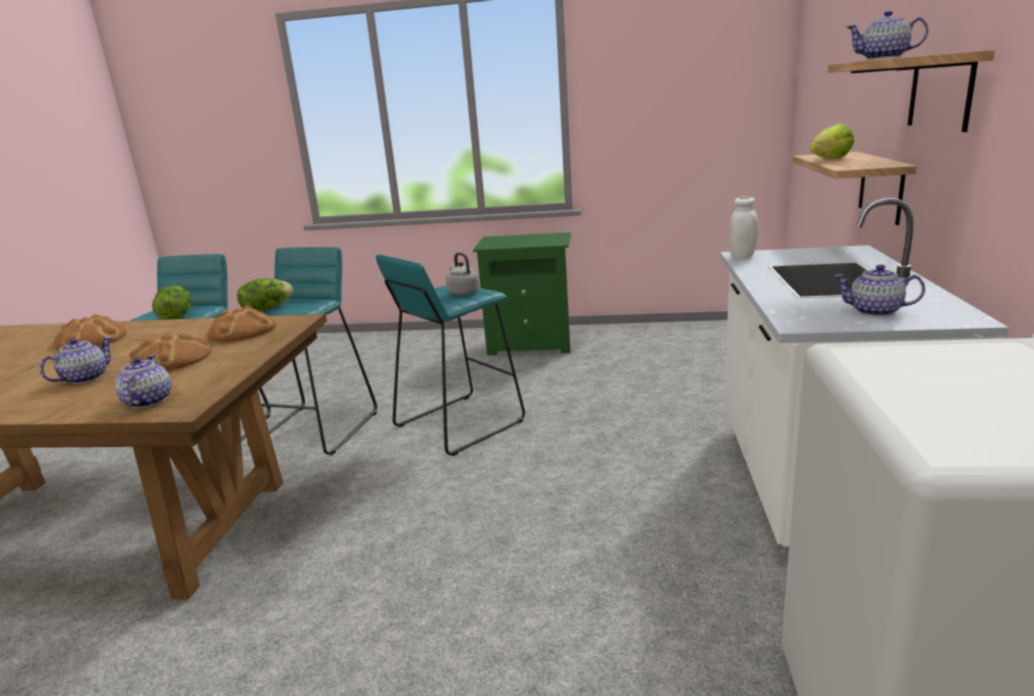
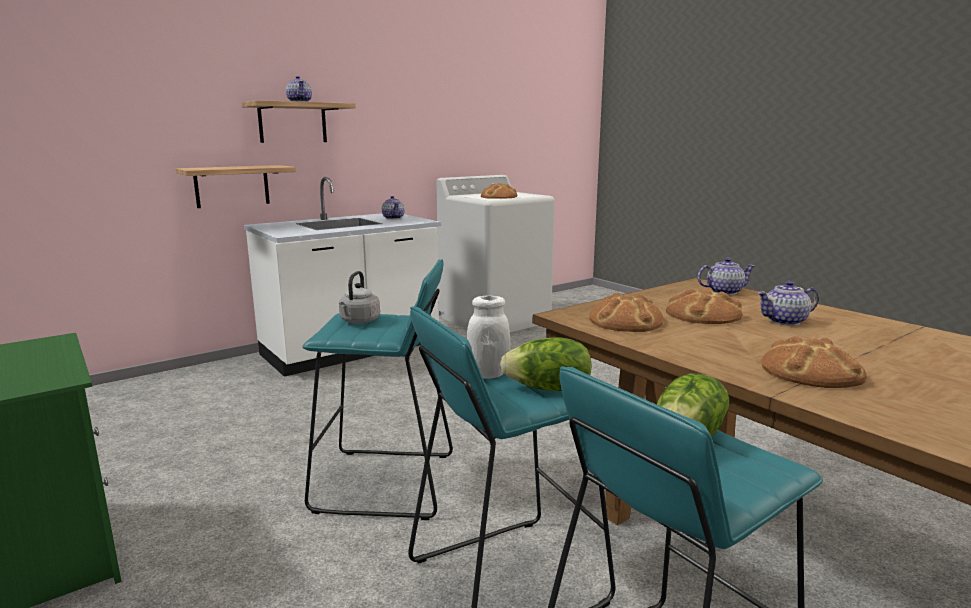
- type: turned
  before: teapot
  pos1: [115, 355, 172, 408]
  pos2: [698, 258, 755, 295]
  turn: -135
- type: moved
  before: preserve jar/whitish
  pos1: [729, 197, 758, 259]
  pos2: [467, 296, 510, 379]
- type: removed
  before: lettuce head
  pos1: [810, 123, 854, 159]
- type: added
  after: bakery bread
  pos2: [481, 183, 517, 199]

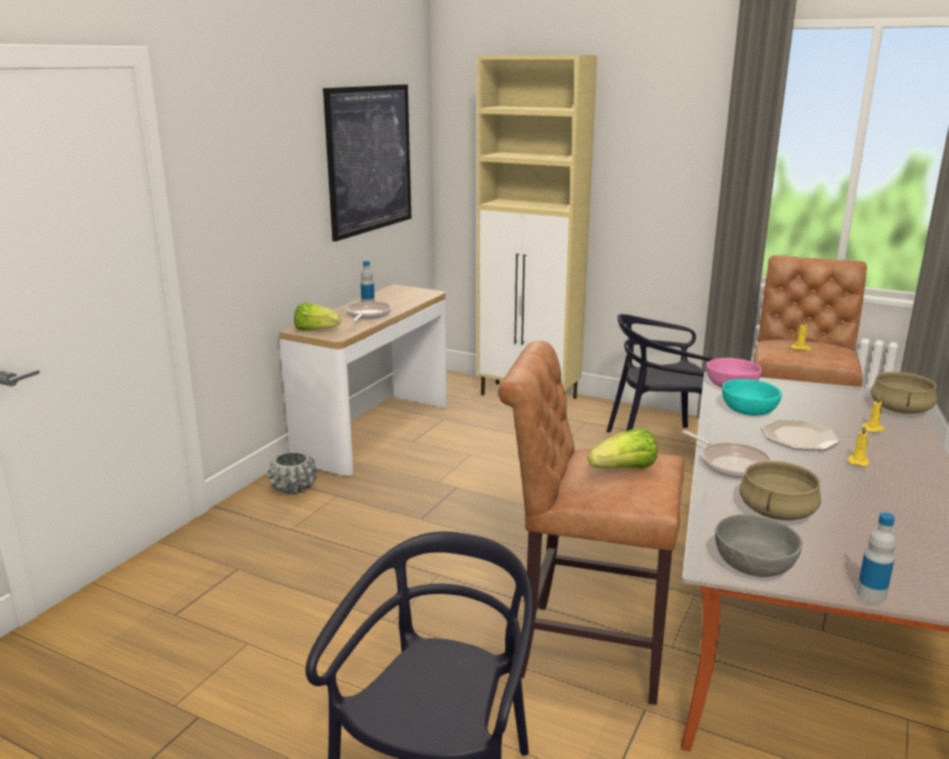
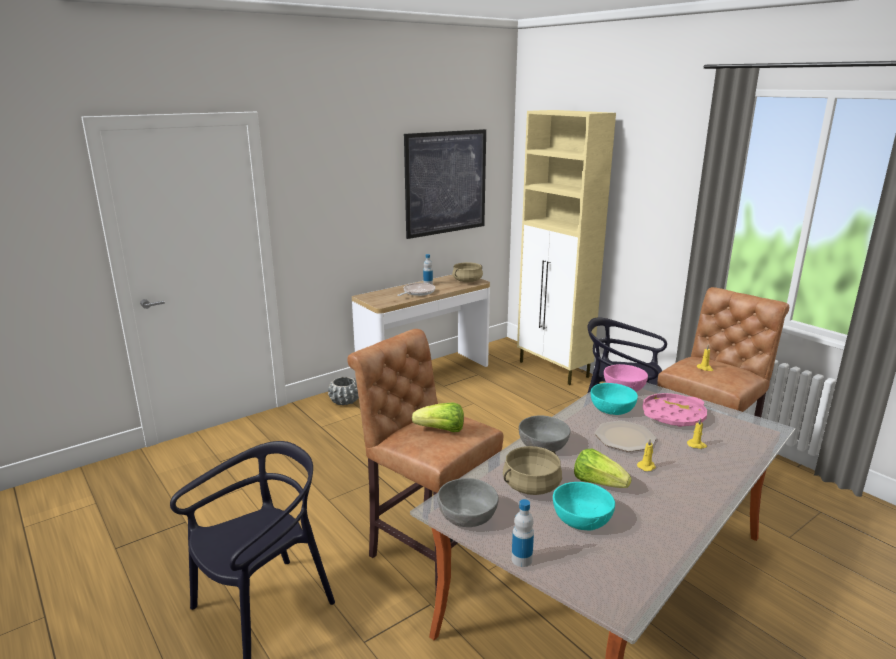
- type: moved
  before: lettuce head
  pos1: [294, 303, 341, 330]
  pos2: [574, 449, 632, 488]
- type: replaced
  before: skillet
  after: bowl/gray
  pos1: [682, 430, 772, 479]
  pos2: [519, 415, 570, 452]
- type: moved
  before: cooking pot/sand-coloured
  pos1: [871, 372, 937, 414]
  pos2: [452, 262, 483, 282]
- type: added
  after: bowl/turquoise-coloured
  pos2: [553, 482, 615, 531]
- type: added
  after: tray/pink
  pos2: [642, 393, 707, 427]

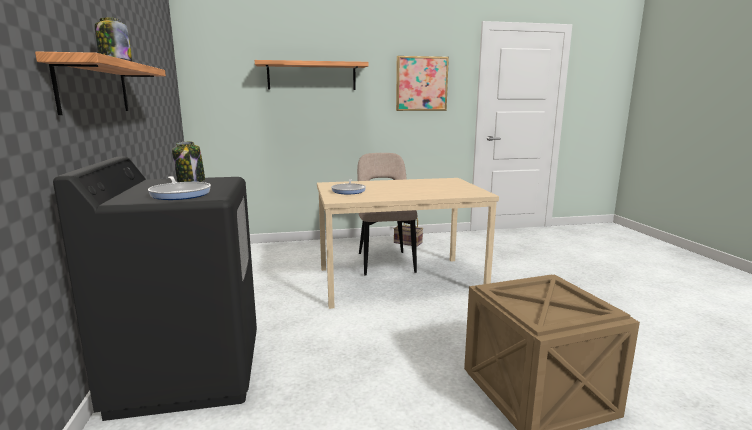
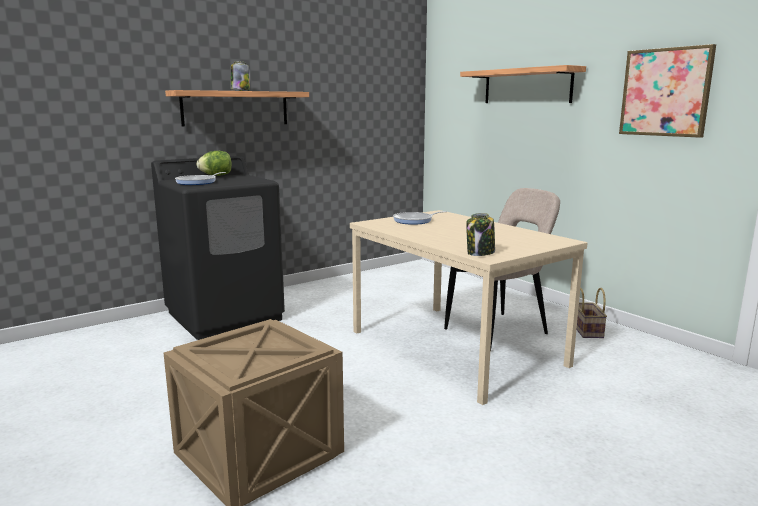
- type: moved
  before: preserve jar
  pos1: [172, 141, 205, 182]
  pos2: [466, 213, 495, 256]
- type: added
  after: lettuce head
  pos2: [196, 151, 232, 176]

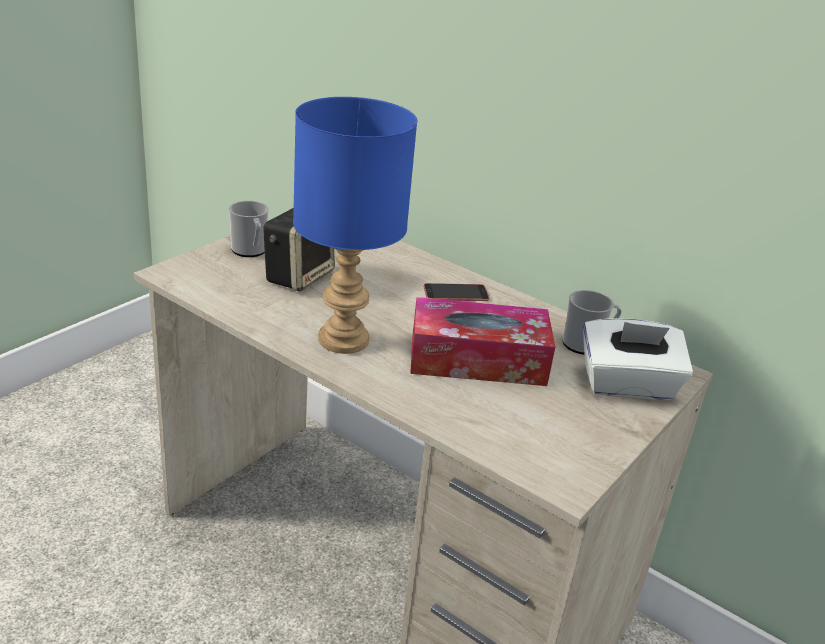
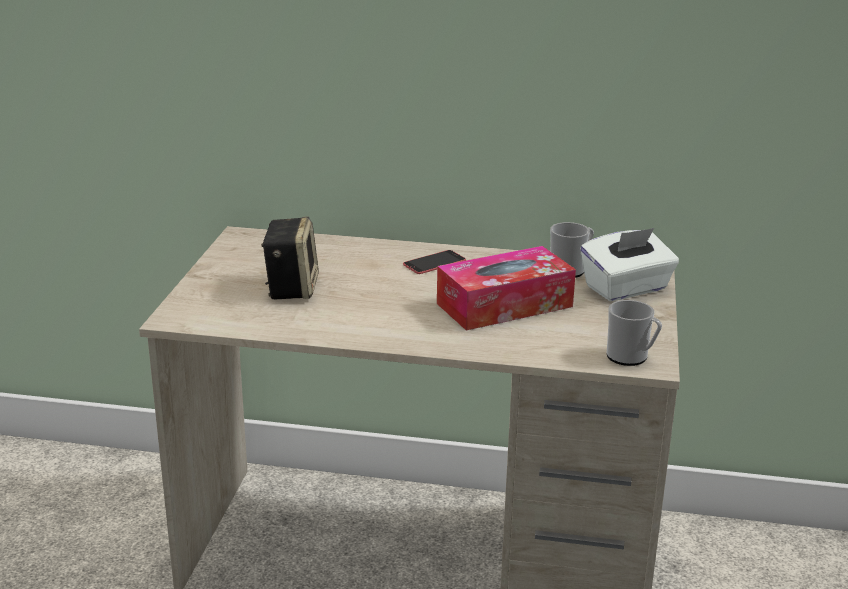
- type: moved
  before: coffee mug
  pos1: [229, 201, 269, 257]
  pos2: [606, 300, 662, 366]
- type: removed
  before: tabletop lamp/blue-coloured
  pos1: [293, 97, 417, 354]

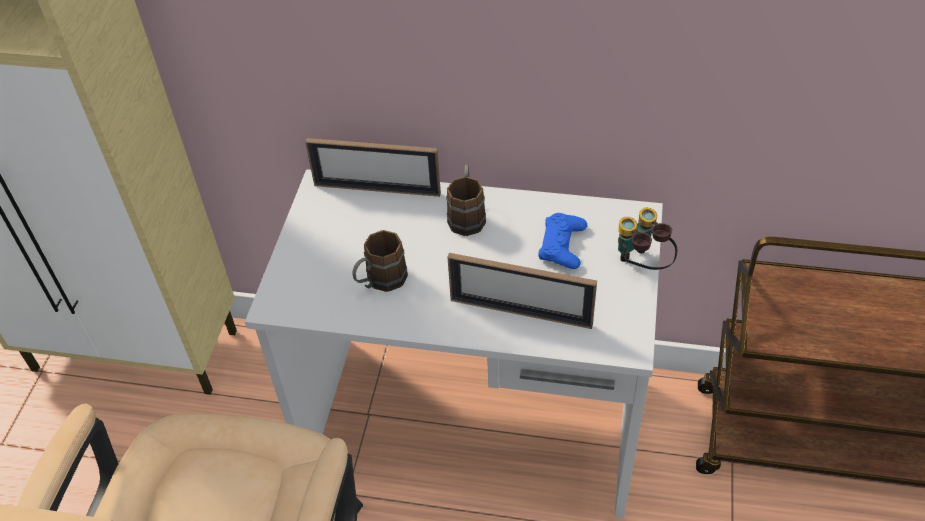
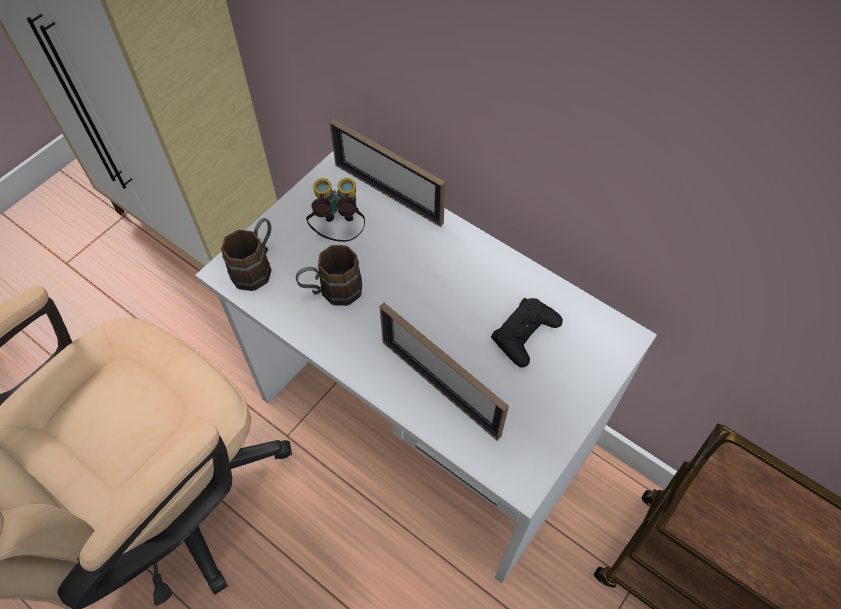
- type: moved
  before: coffee mug/brown-coloured
  pos1: [446, 165, 486, 236]
  pos2: [221, 218, 272, 291]
- type: recoloured
  before: joypad/blue-coloured
  after: joypad/black
  pos1: [539, 213, 587, 269]
  pos2: [491, 298, 563, 367]
- type: moved
  before: binoculars
  pos1: [618, 208, 678, 270]
  pos2: [306, 178, 365, 242]

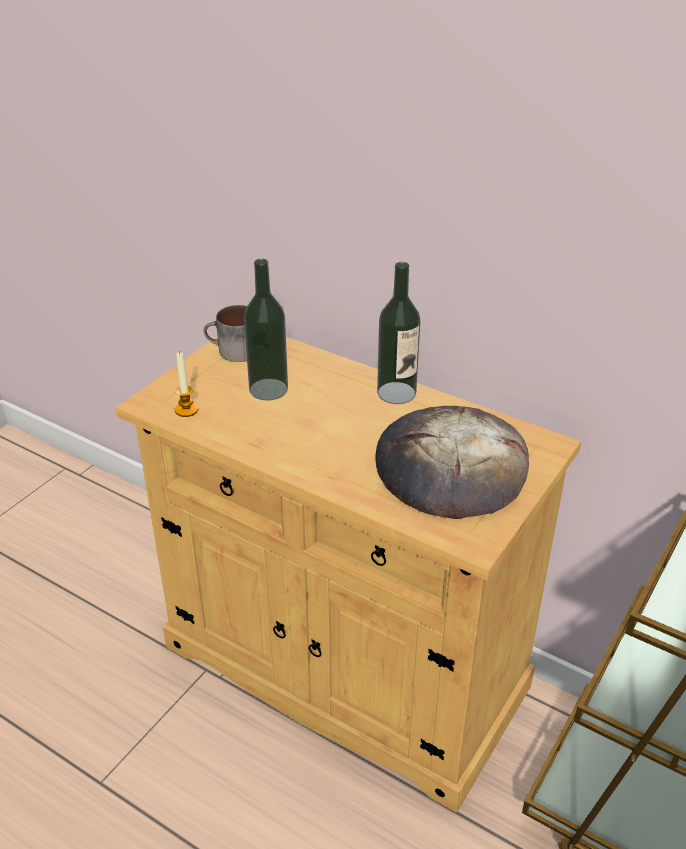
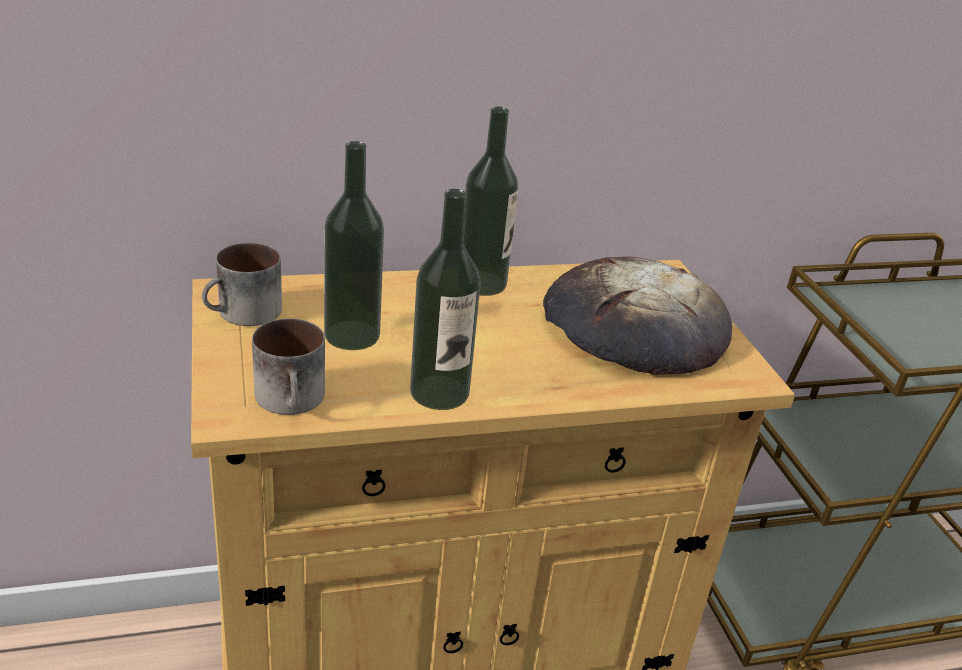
- type: replaced
  before: wax light
  after: coffee mug
  pos1: [175, 351, 198, 417]
  pos2: [252, 319, 325, 415]
- type: added
  after: beverage bottle
  pos2: [410, 189, 481, 410]

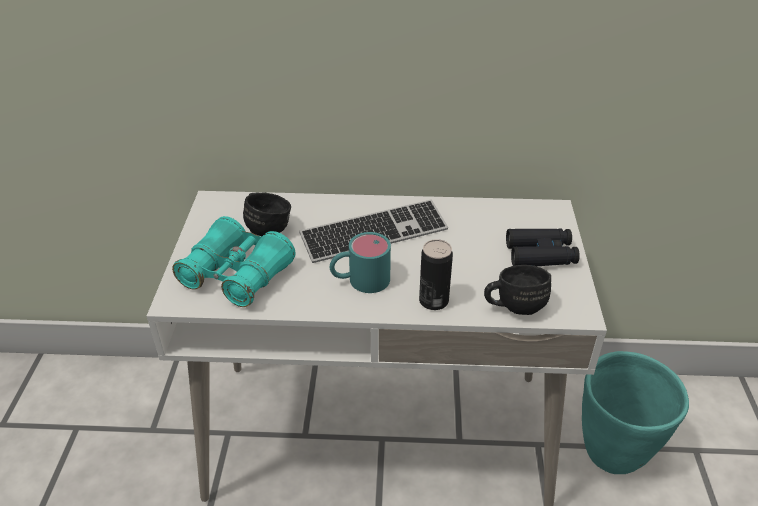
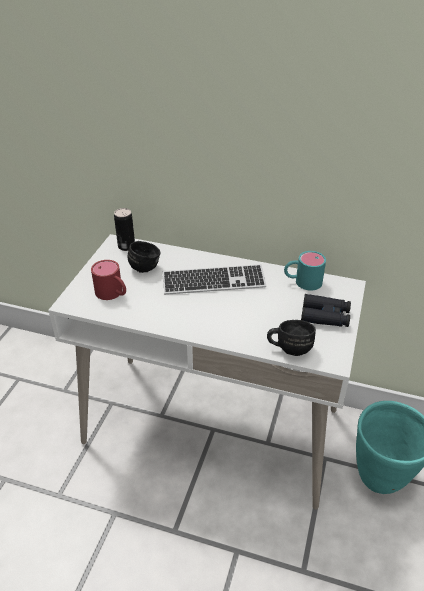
- type: replaced
  before: binoculars/turquoise-coloured
  after: coffee mug/red-coloured
  pos1: [172, 216, 295, 307]
  pos2: [91, 260, 126, 300]
- type: moved
  before: coffee mug/turquoise-coloured
  pos1: [330, 232, 391, 293]
  pos2: [284, 251, 326, 291]
- type: moved
  before: sealed can
  pos1: [419, 239, 453, 310]
  pos2: [114, 208, 135, 251]

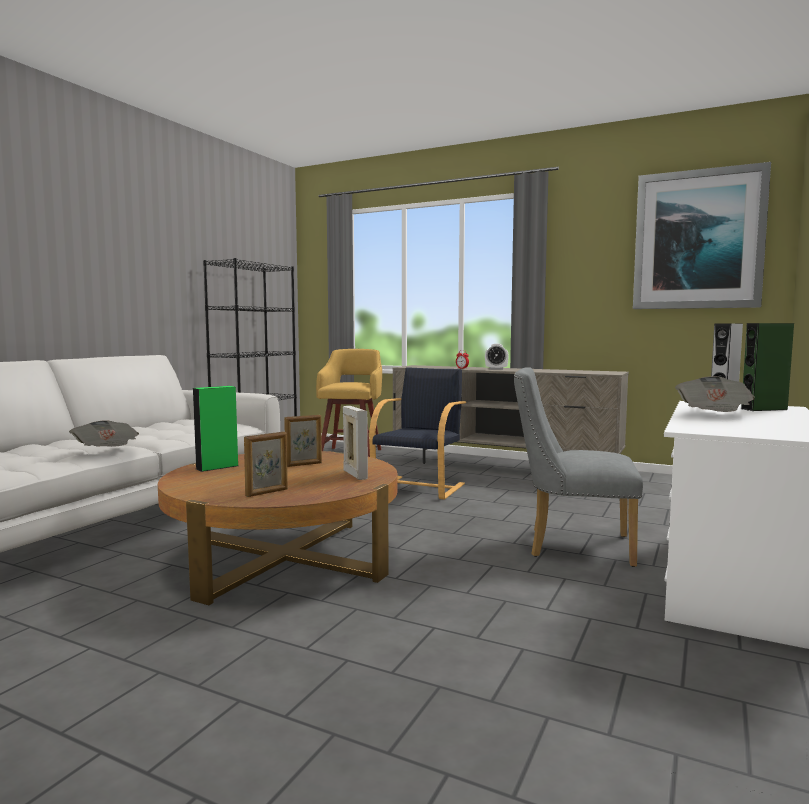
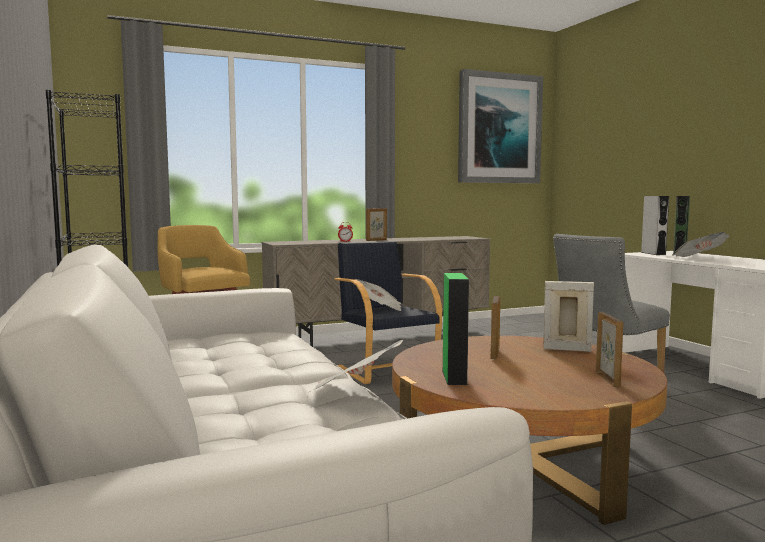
- type: replaced
  before: alarm clock
  after: picture frame
  pos1: [485, 344, 509, 370]
  pos2: [366, 208, 387, 241]
- type: added
  after: newspaper
  pos2: [355, 279, 401, 311]

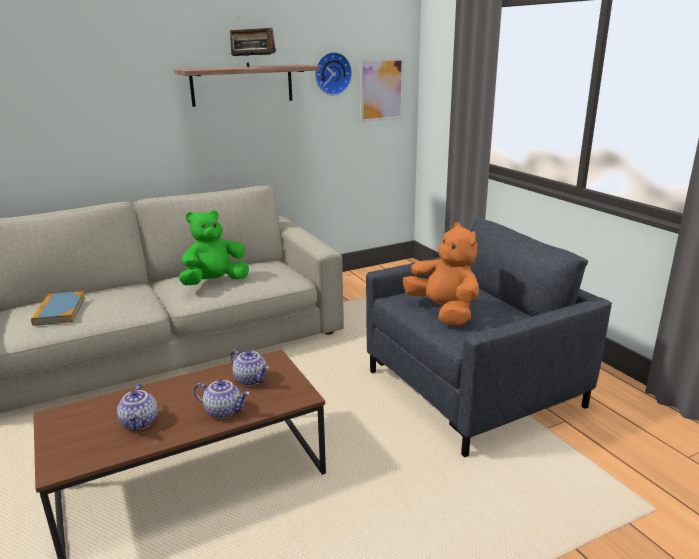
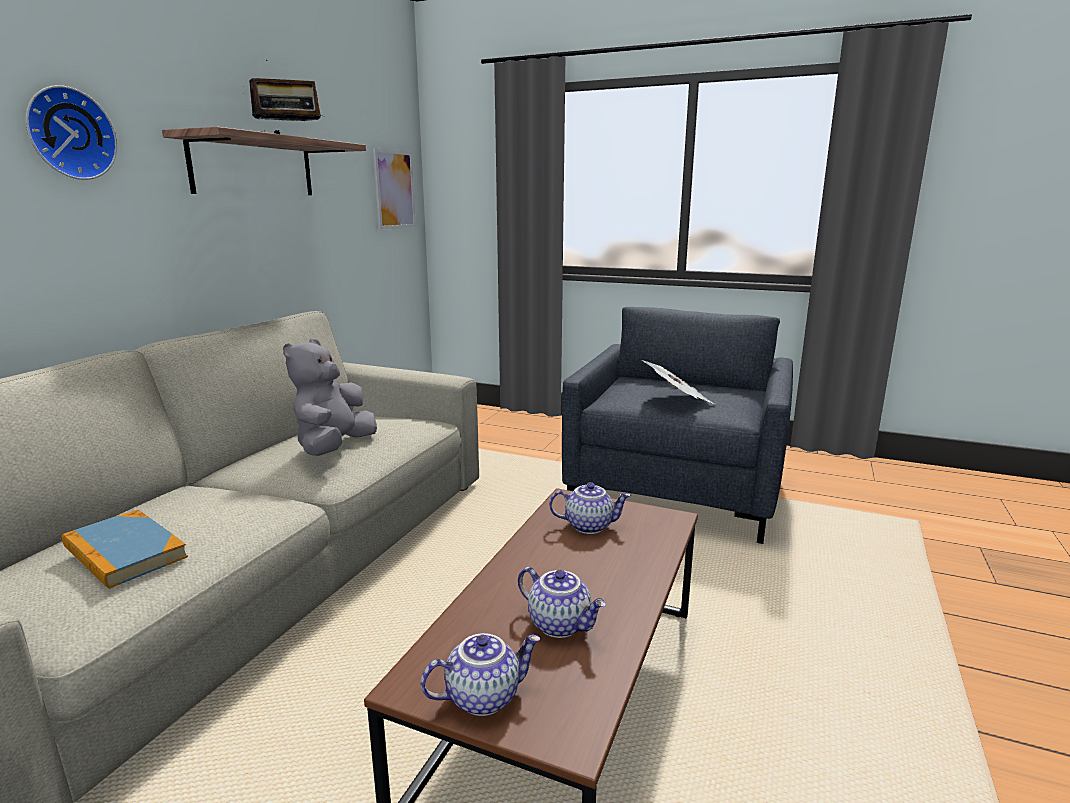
- type: recoloured
  before: soft toy/green
  after: soft toy/gray
  pos1: [179, 210, 249, 285]
  pos2: [283, 339, 377, 456]
- type: moved
  before: teapot
  pos1: [194, 380, 250, 419]
  pos2: [421, 633, 541, 716]
- type: moved
  before: hanging clock
  pos1: [315, 52, 352, 96]
  pos2: [26, 85, 117, 180]
- type: replaced
  before: soft toy/orangey
  after: newspaper
  pos1: [403, 222, 479, 326]
  pos2: [641, 360, 715, 404]

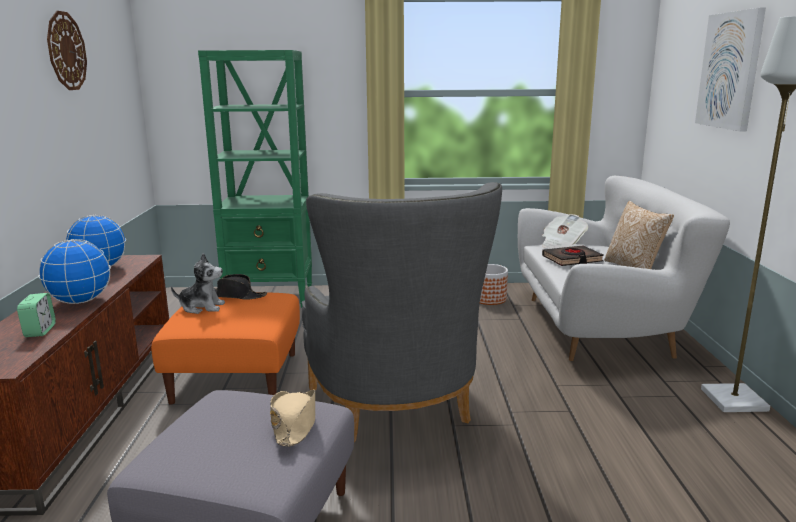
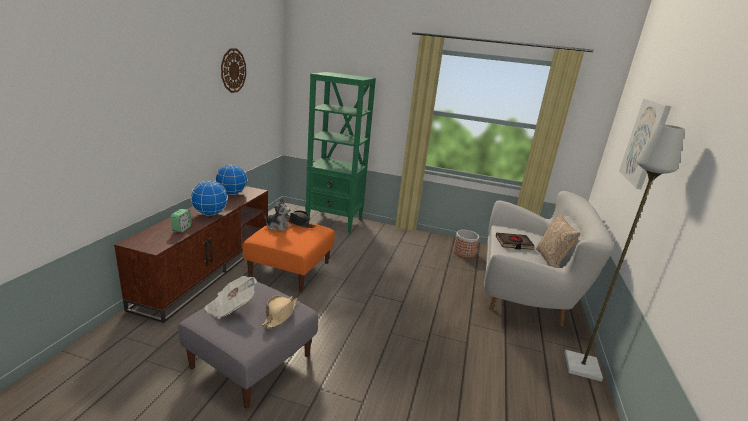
- type: removed
  before: easy chair/gray
  pos1: [302, 182, 502, 442]
- type: moved
  before: newspaper
  pos1: [542, 214, 588, 249]
  pos2: [205, 276, 257, 319]

